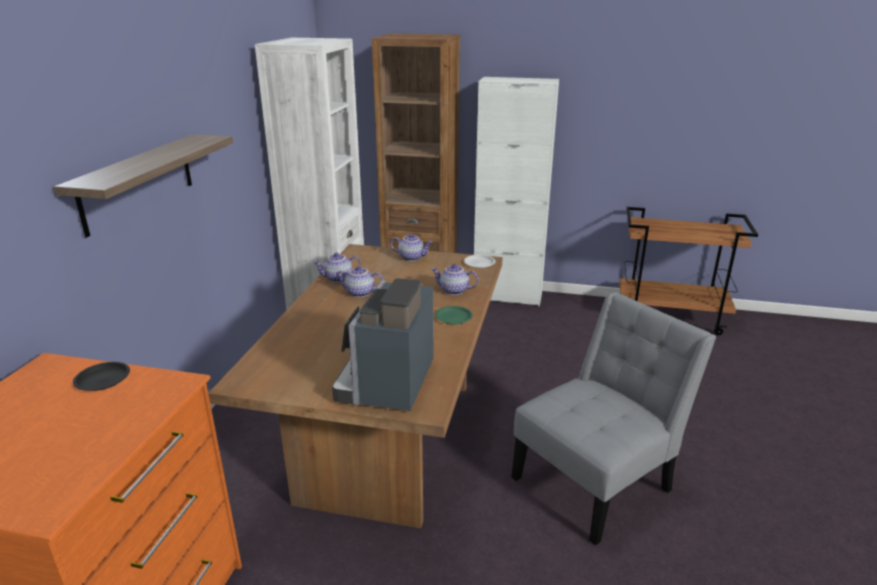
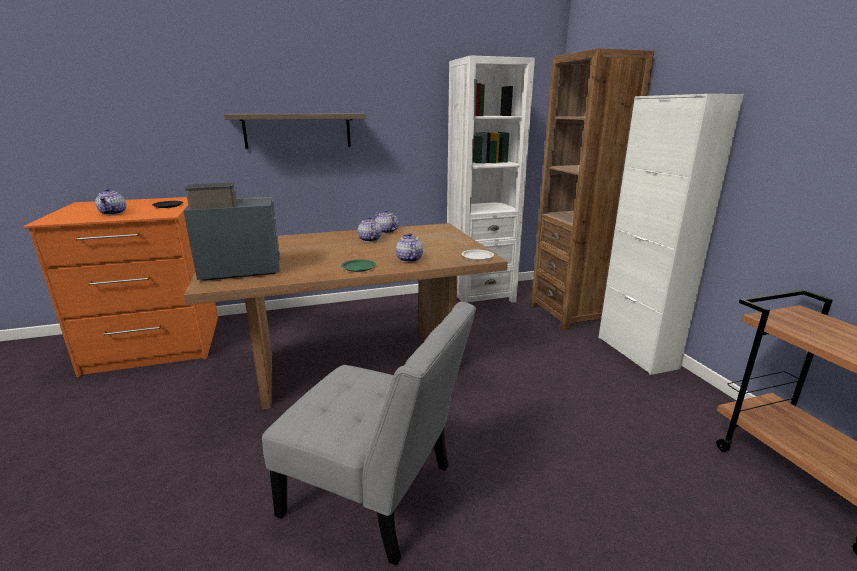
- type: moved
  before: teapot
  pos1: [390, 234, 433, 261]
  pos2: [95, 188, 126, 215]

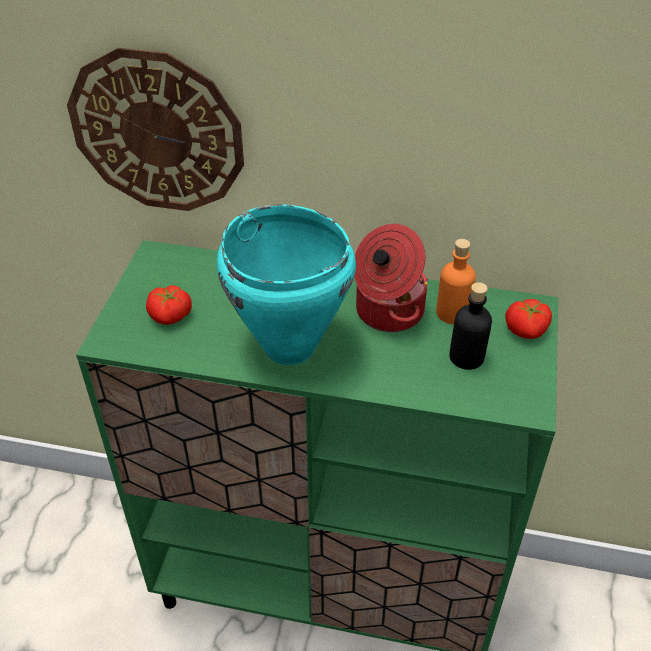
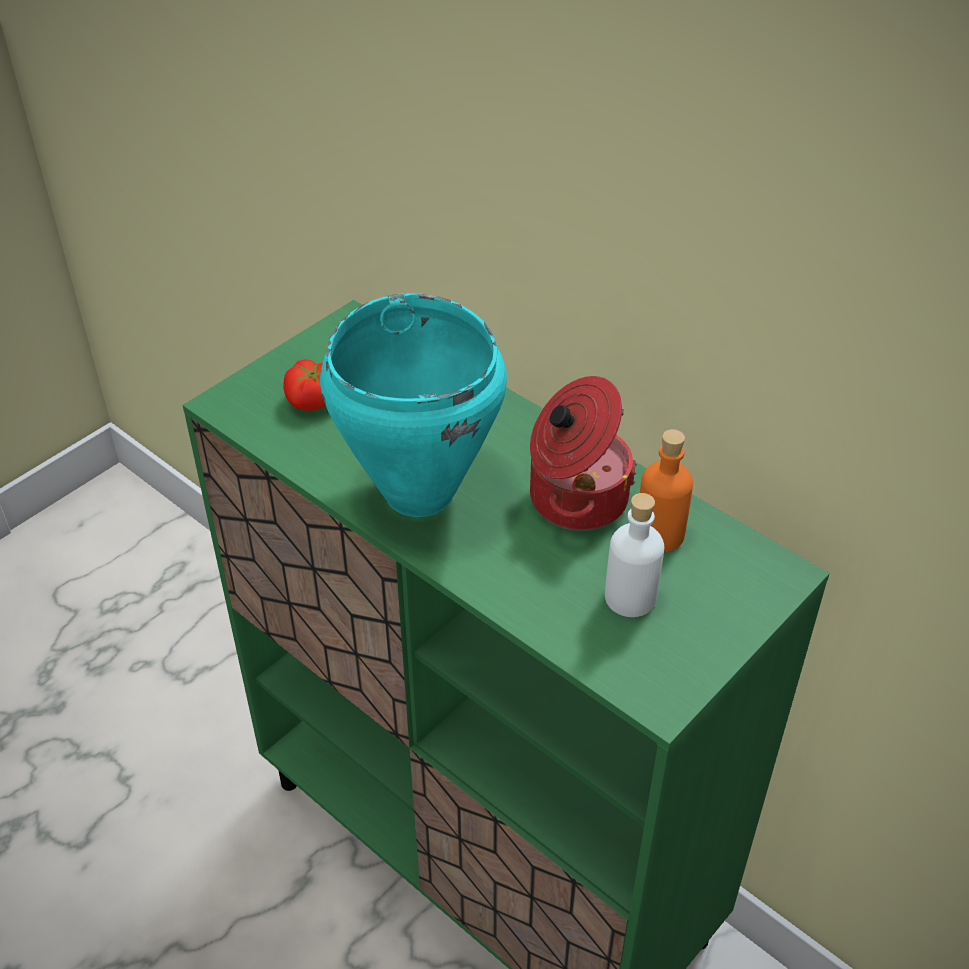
- type: removed
  before: hanging clock
  pos1: [67, 48, 244, 211]
- type: recoloured
  before: beverage bottle/black
  after: beverage bottle/whitish
  pos1: [449, 282, 492, 370]
  pos2: [605, 493, 664, 617]
- type: removed
  before: fresh tomato
  pos1: [505, 299, 552, 339]

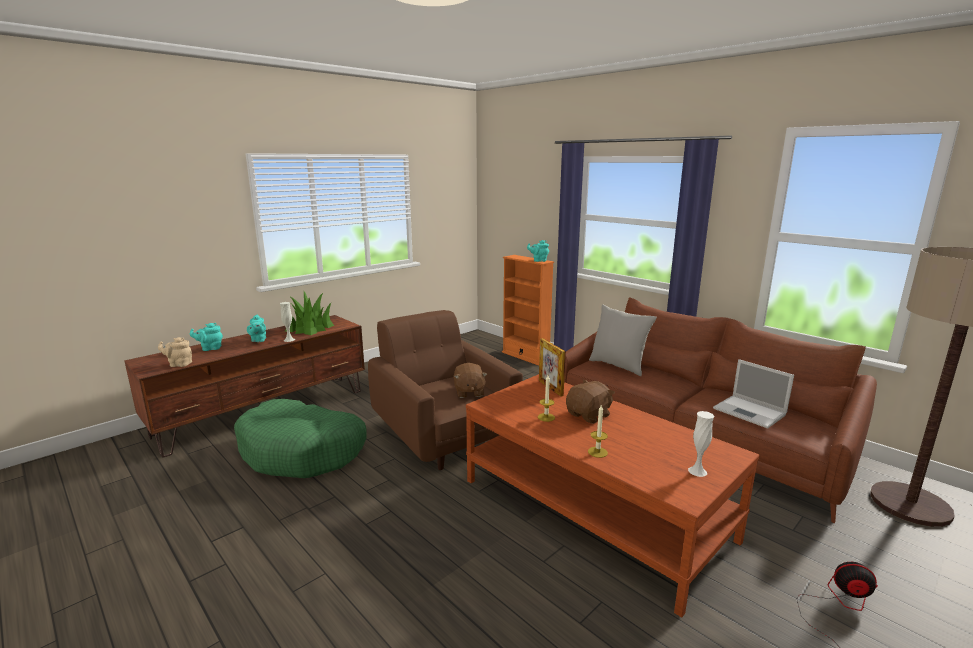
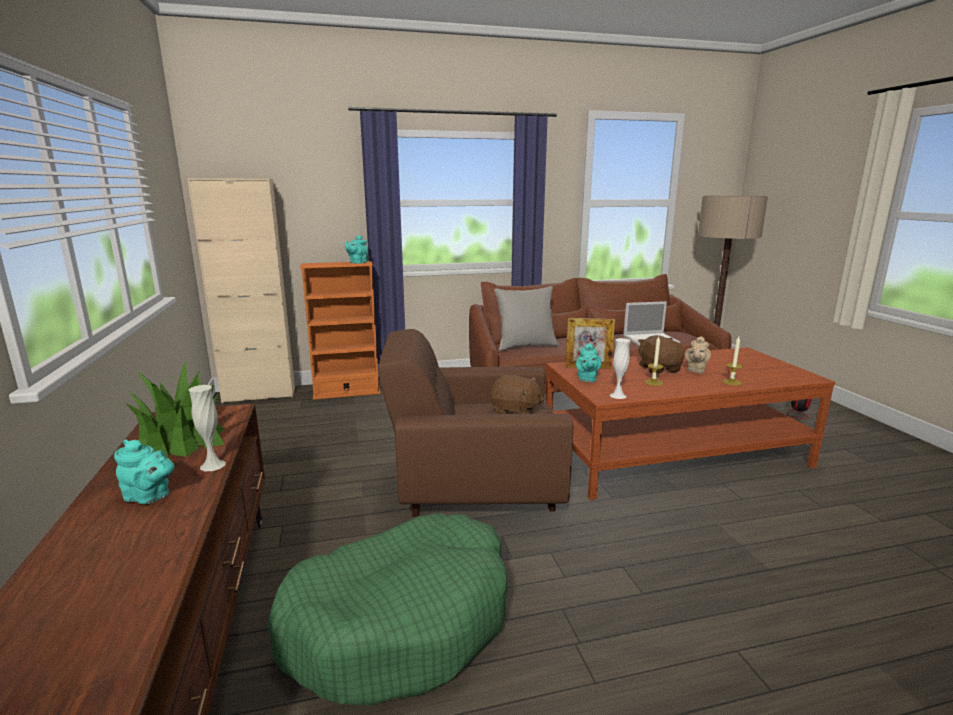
- type: moved
  before: teapot/sand-coloured
  pos1: [158, 337, 192, 367]
  pos2: [685, 336, 711, 373]
- type: moved
  before: teapot/turquoise-coloured
  pos1: [190, 323, 223, 351]
  pos2: [576, 343, 602, 382]
- type: moved
  before: flower vase/whitish
  pos1: [688, 411, 714, 477]
  pos2: [610, 338, 630, 399]
- type: added
  after: cabinet/sand-coloured
  pos2: [187, 178, 295, 403]

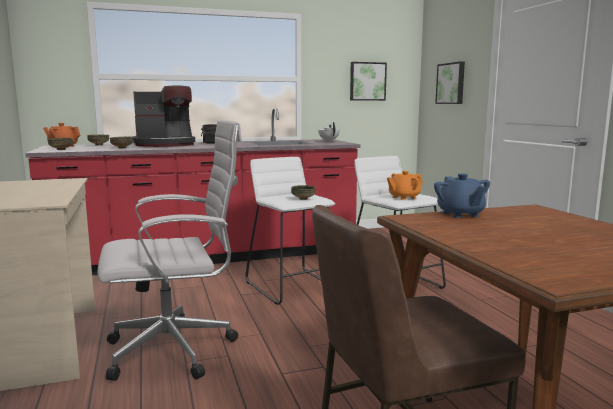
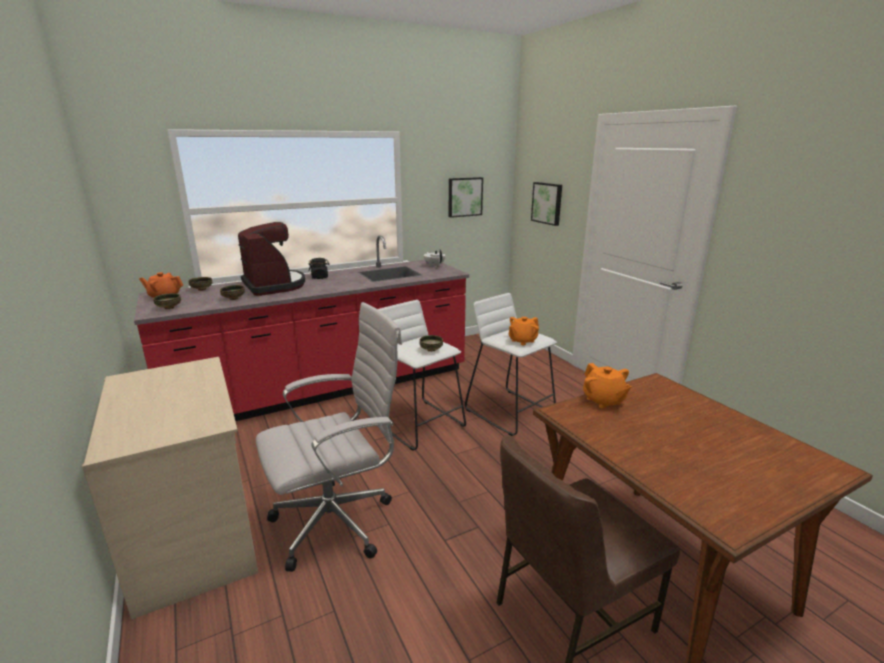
- type: turned
  before: coffee brewer
  pos1: [132, 85, 195, 147]
  pos2: [238, 222, 305, 296]
  turn: -90
- type: recoloured
  before: teapot/blue-coloured
  after: teapot/orangey
  pos1: [434, 173, 490, 218]
  pos2: [583, 363, 631, 409]

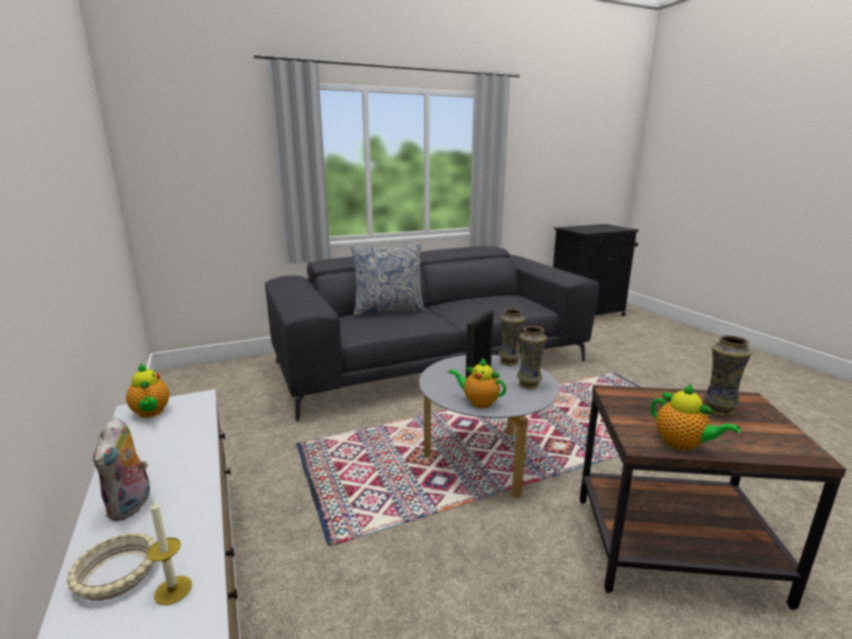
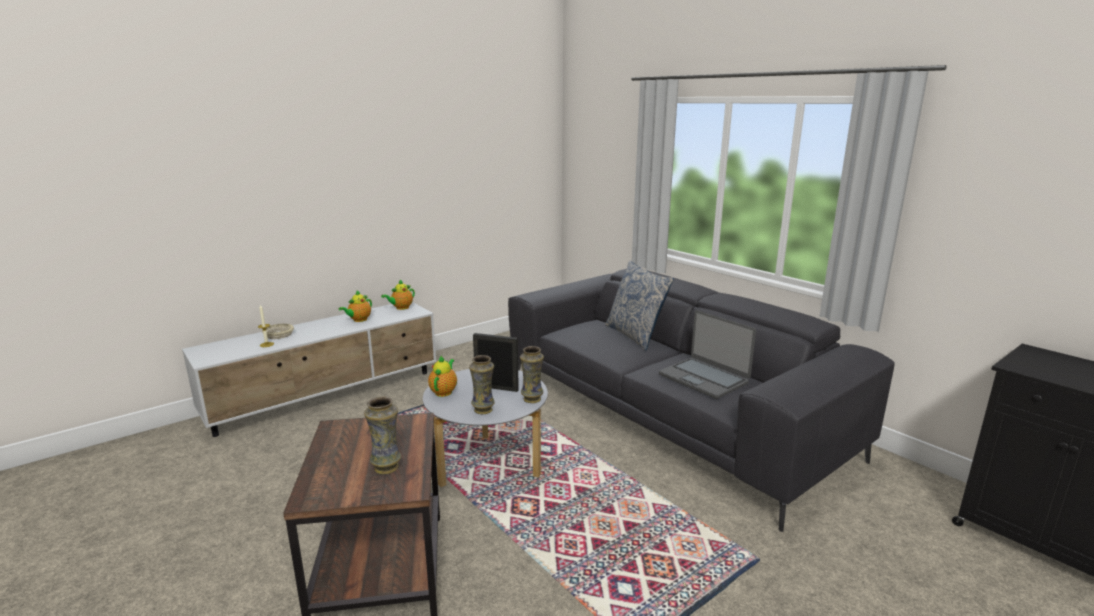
- type: removed
  before: soft toy
  pos1: [93, 417, 150, 521]
- type: moved
  before: teapot
  pos1: [651, 384, 741, 451]
  pos2: [339, 290, 372, 322]
- type: added
  after: laptop
  pos2: [659, 310, 756, 399]

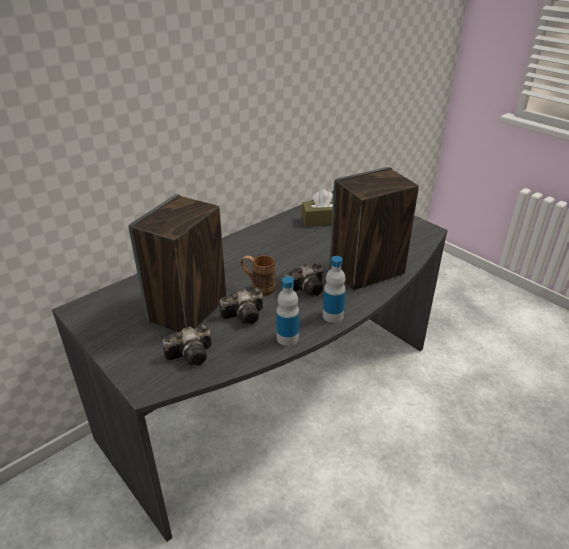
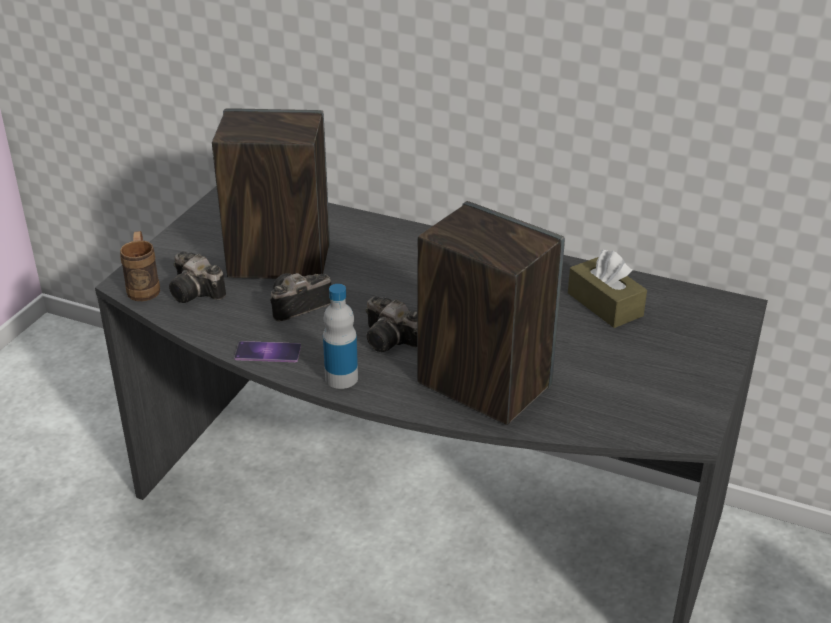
- type: turned
  before: still camera
  pos1: [220, 288, 263, 325]
  pos2: [270, 273, 331, 322]
  turn: 105
- type: moved
  before: coffee mug/brown-coloured
  pos1: [241, 255, 275, 296]
  pos2: [120, 231, 160, 301]
- type: replaced
  before: beverage bottle
  after: phone
  pos1: [276, 276, 299, 346]
  pos2: [234, 341, 301, 362]

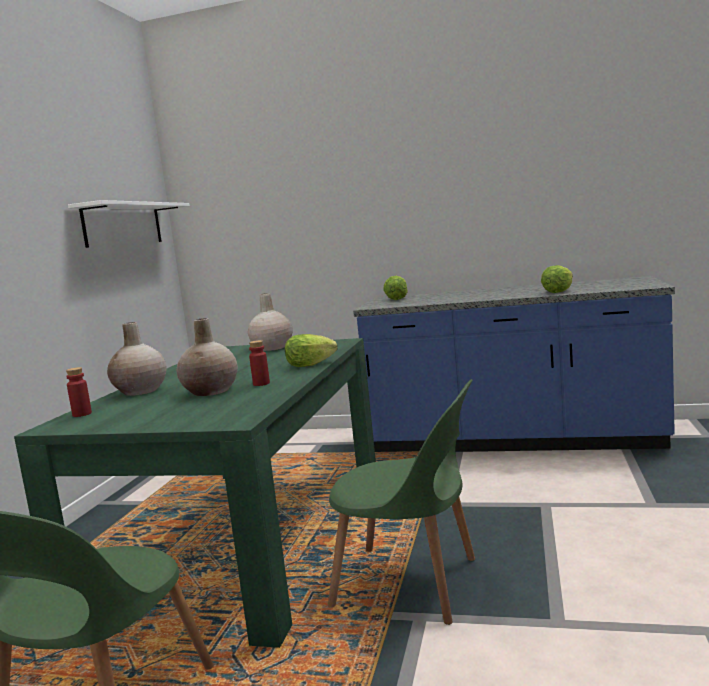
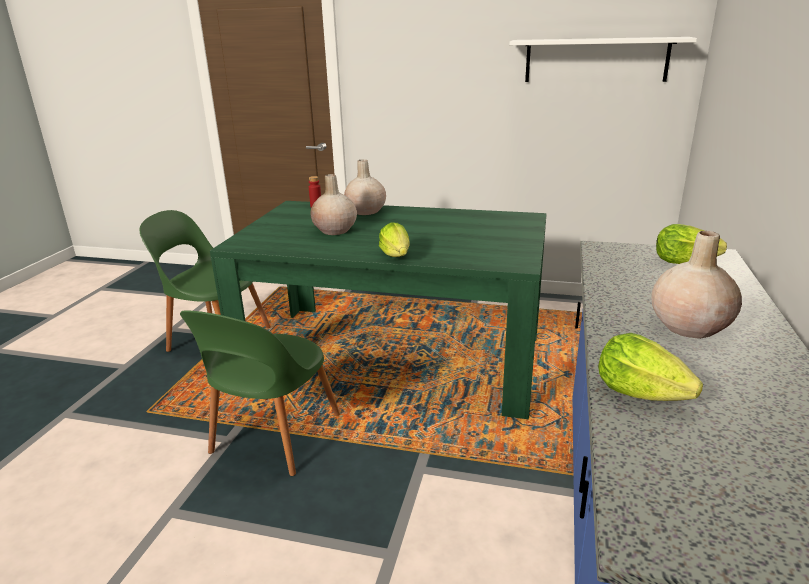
- type: moved
  before: flower vase/sand-coloured
  pos1: [248, 293, 293, 351]
  pos2: [651, 231, 742, 339]
- type: removed
  before: beverage bottle/red-coloured
  pos1: [249, 340, 270, 386]

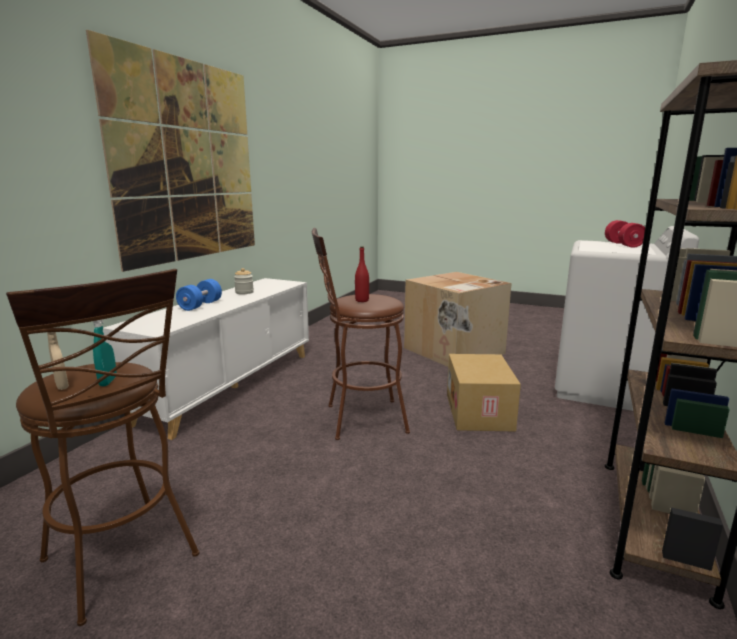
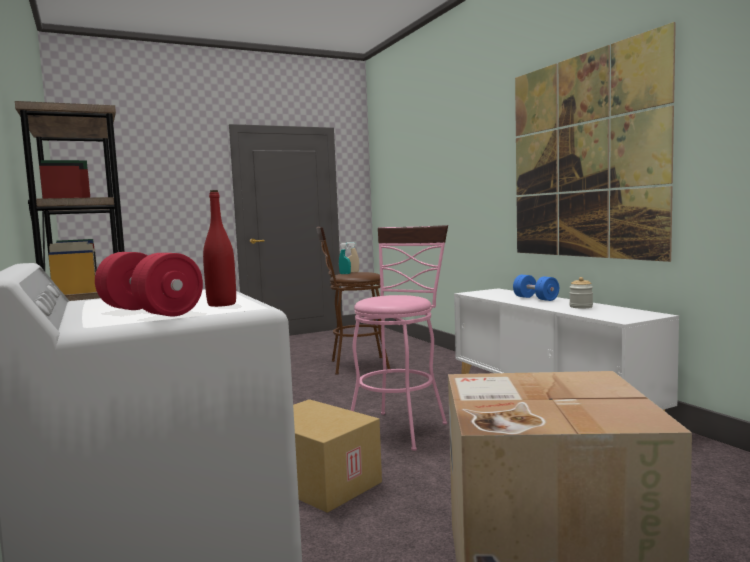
- type: recoloured
  before: sitting stool/brown-coloured
  after: sitting stool/pink
  pos1: [312, 228, 410, 440]
  pos2: [351, 225, 448, 451]
- type: moved
  before: beverage bottle/red-coloured
  pos1: [355, 246, 369, 302]
  pos2: [203, 190, 236, 307]

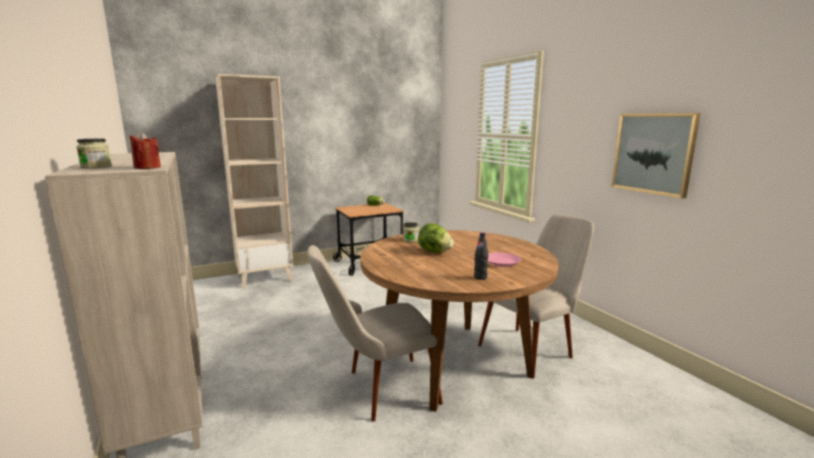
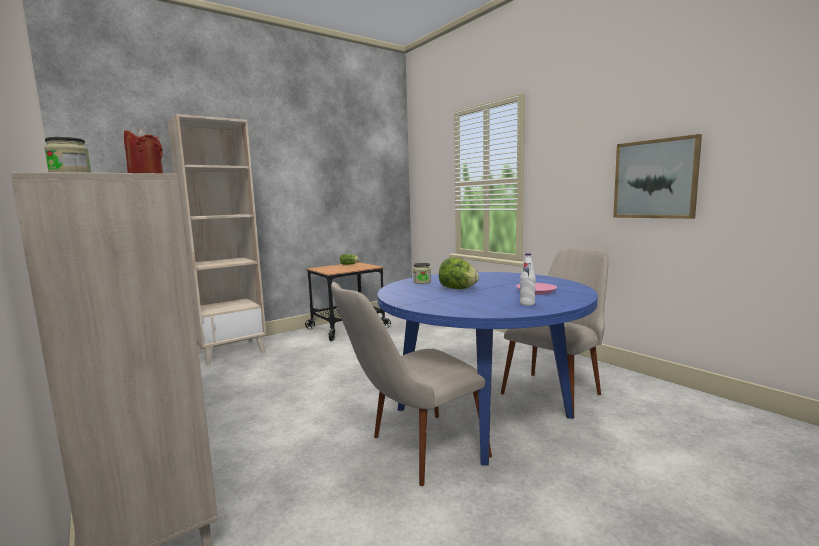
- type: recoloured
  before: dinner table/brown-coloured
  after: dinner table/blue-coloured
  pos1: [360, 230, 559, 412]
  pos2: [377, 272, 598, 466]
- type: recoloured
  before: beverage bottle/black
  after: beverage bottle/whitish
  pos1: [474, 232, 488, 280]
  pos2: [520, 253, 536, 306]

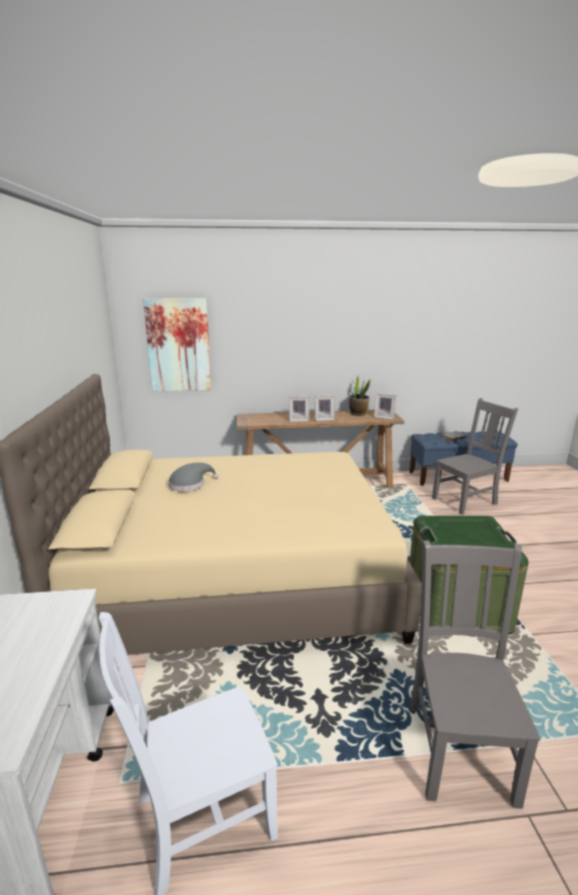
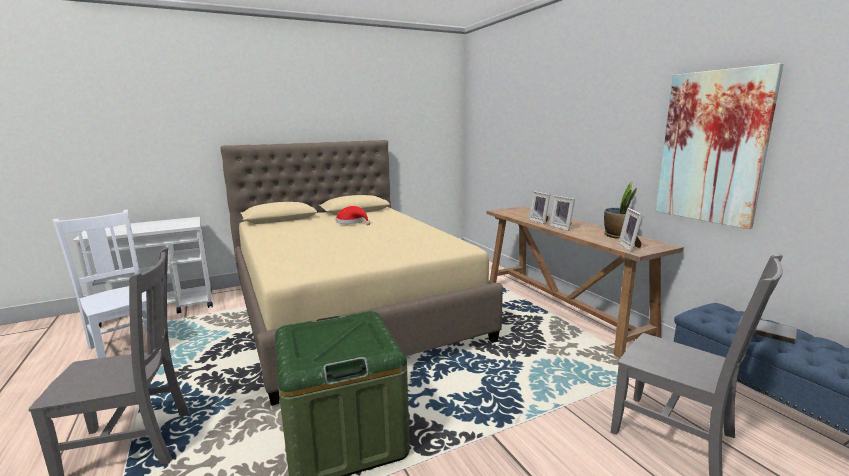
- type: moved
  before: wall art
  pos1: [143, 298, 212, 391]
  pos2: [656, 63, 784, 229]
- type: recoloured
  before: wearable hat/gray
  after: wearable hat/red-coloured
  pos1: [168, 463, 218, 492]
  pos2: [336, 206, 370, 225]

